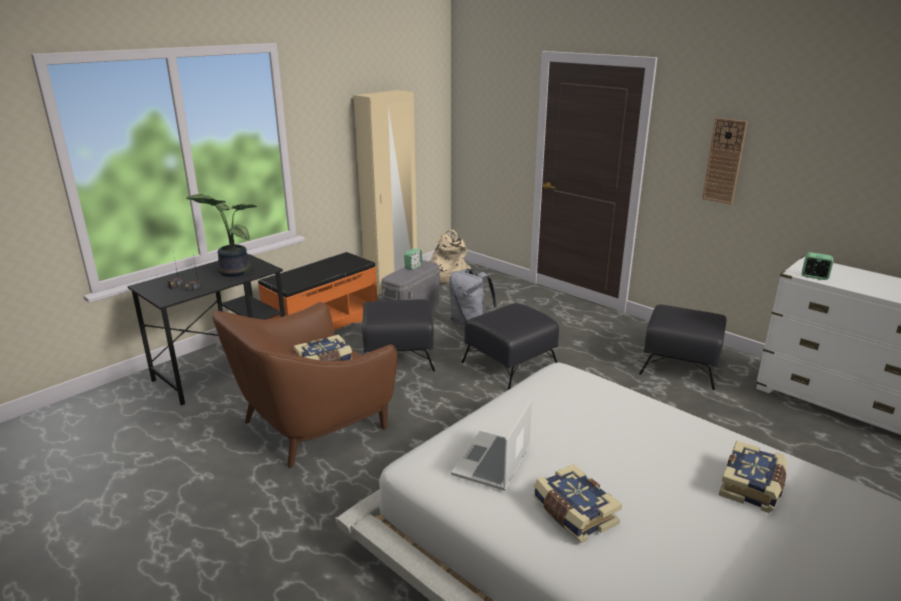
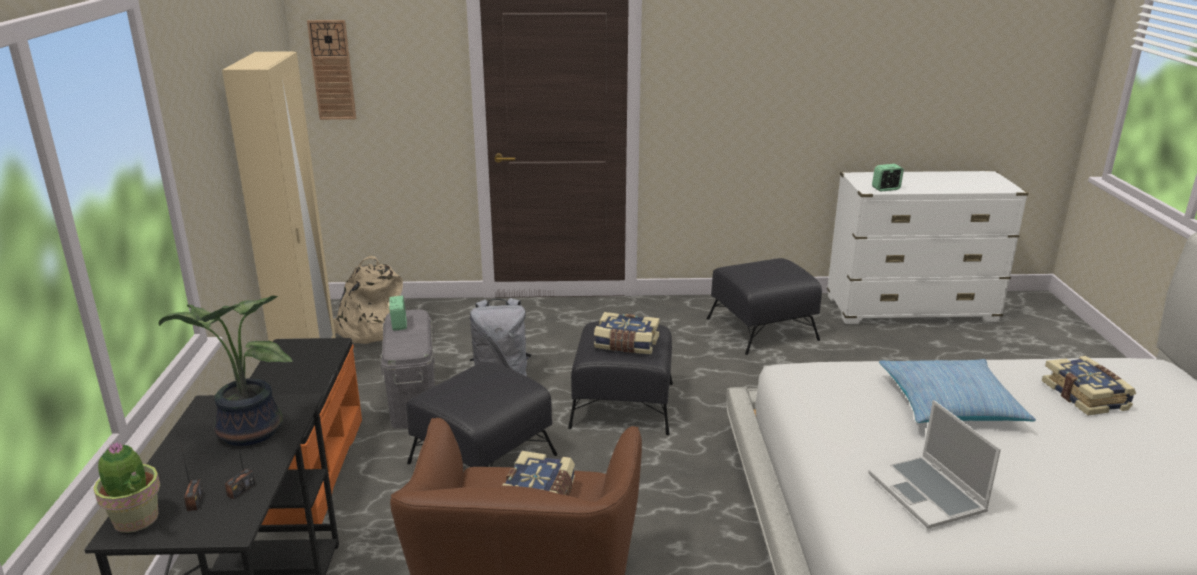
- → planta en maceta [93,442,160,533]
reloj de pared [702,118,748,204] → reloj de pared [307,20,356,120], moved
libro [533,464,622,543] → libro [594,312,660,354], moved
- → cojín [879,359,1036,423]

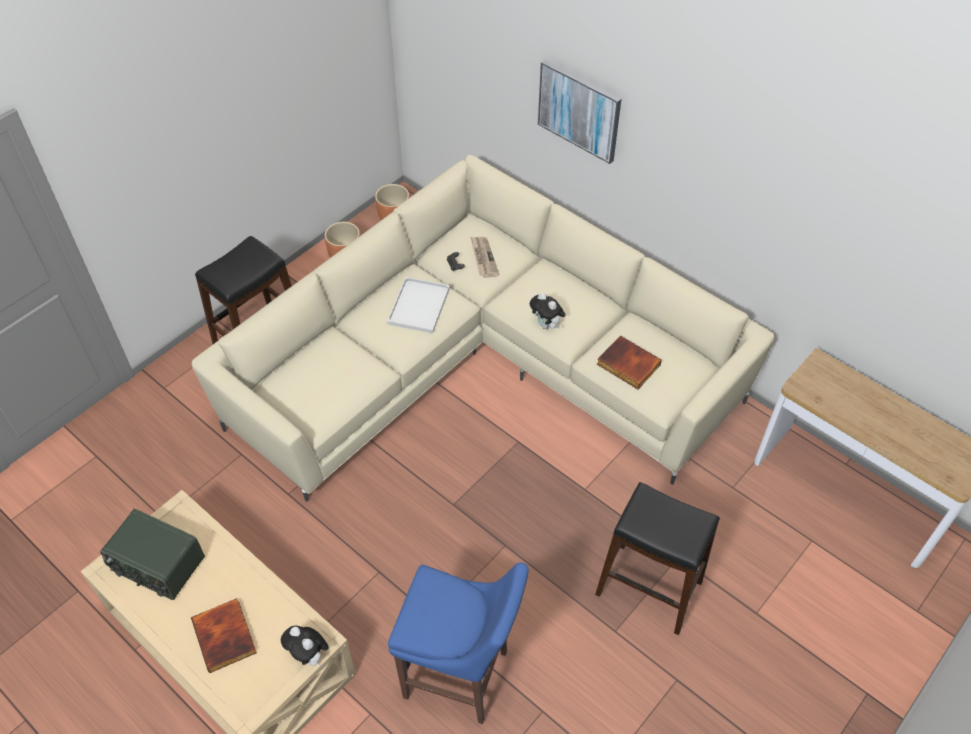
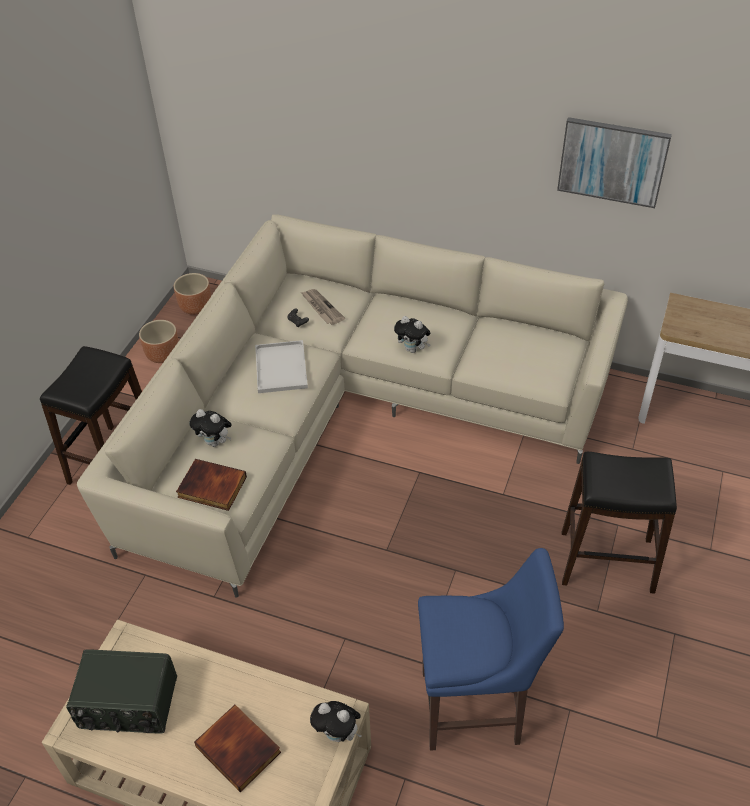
libro [597,335,662,389] → libro [176,459,247,511], moved
- → peluche [190,409,232,447]
cuadro [538,60,621,164] → cuadro [557,117,672,208], moved

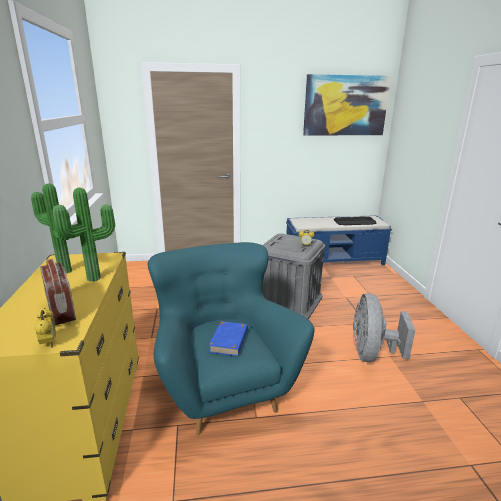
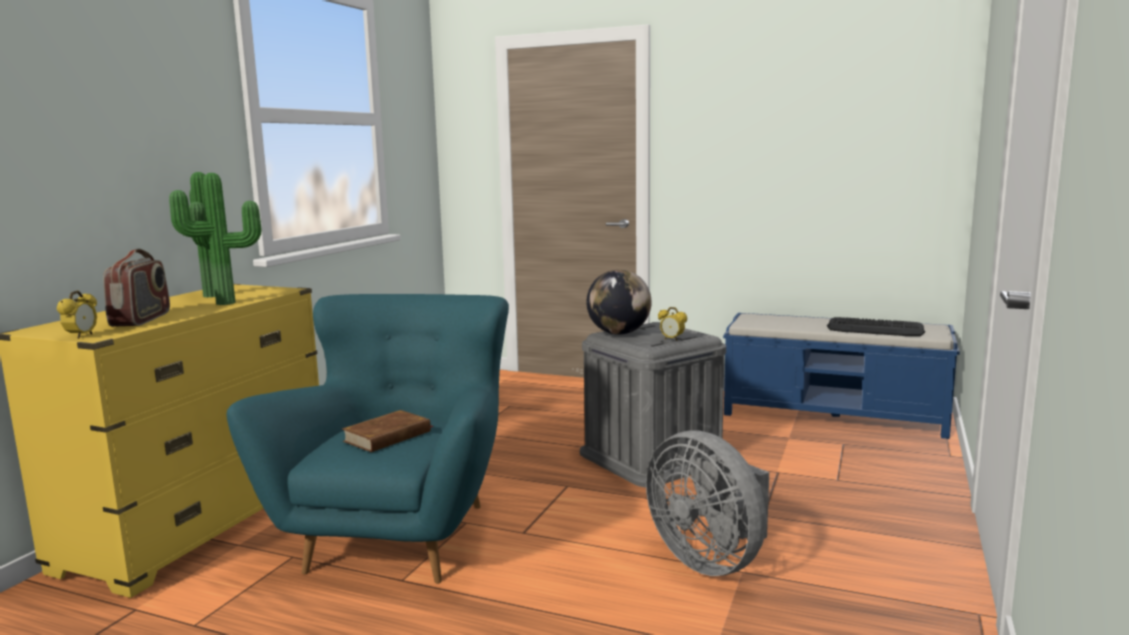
libro/azul [209,321,248,356] → libro/marrón [342,410,433,452]
- → globo terráqueo [586,270,651,335]
ventilador/gris [353,293,415,362] → ventilador/gris [646,430,769,576], 75 degrees counterclockwise
cuadro [303,74,391,135] → -

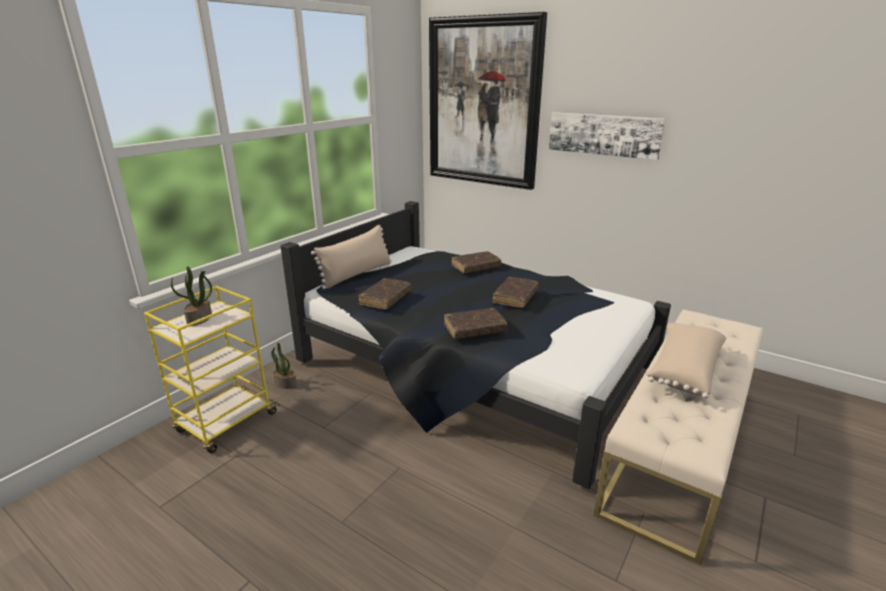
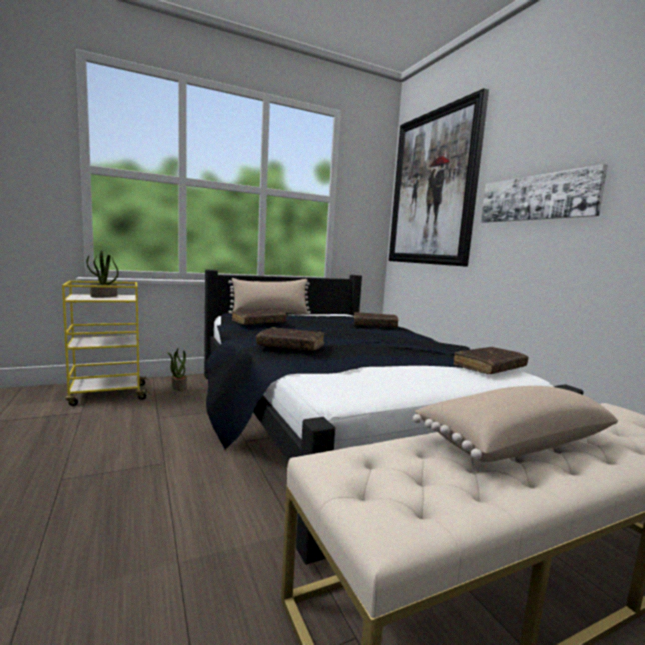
libro/marrón [493,277,539,308] → libro/marrón [454,347,529,374], moved

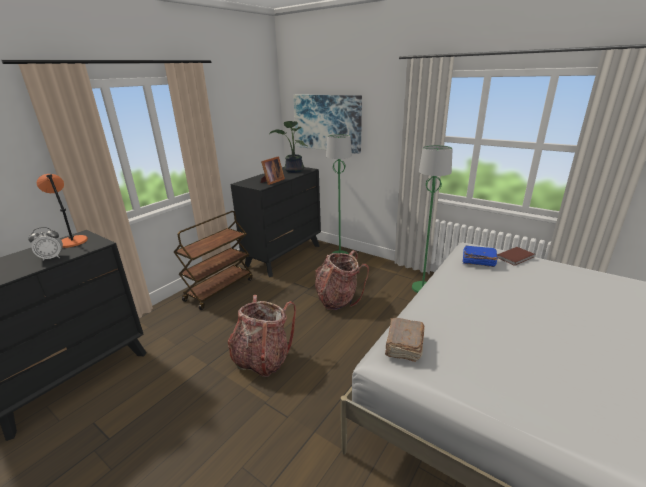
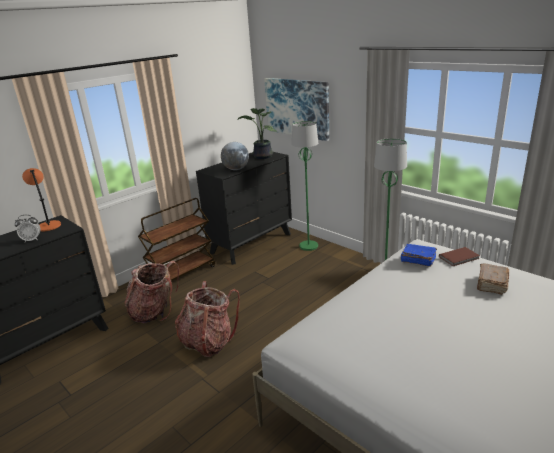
mochila [315,250,369,310] → mochila [124,261,179,323], moved
portarretratos [261,156,285,185] → globo terráqueo [221,142,249,170]
libro/marrón [385,318,425,362] → libro/marrón [477,264,509,295], moved

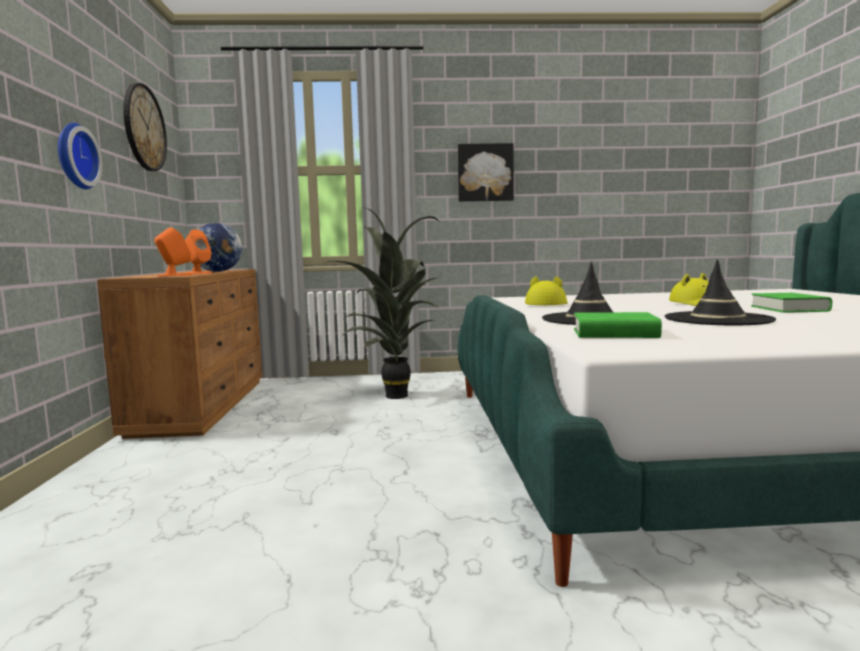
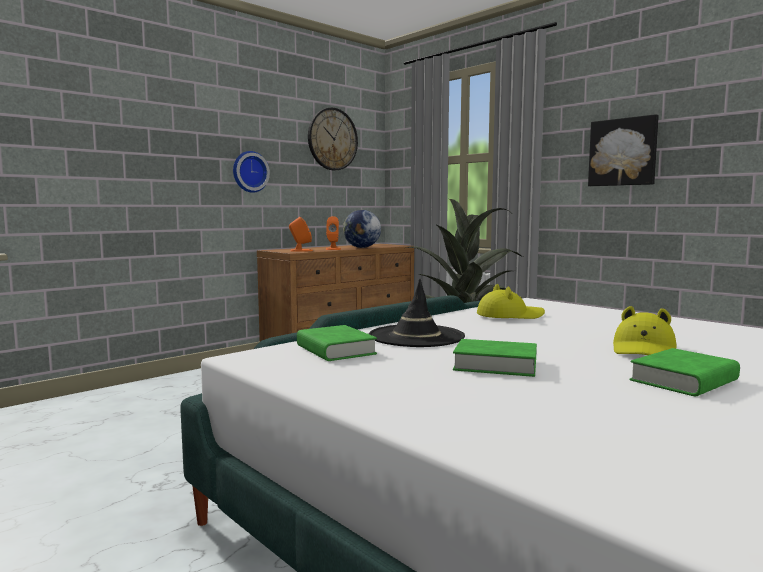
sombrero/negro [665,259,776,326] → libro/verde [453,339,537,377]

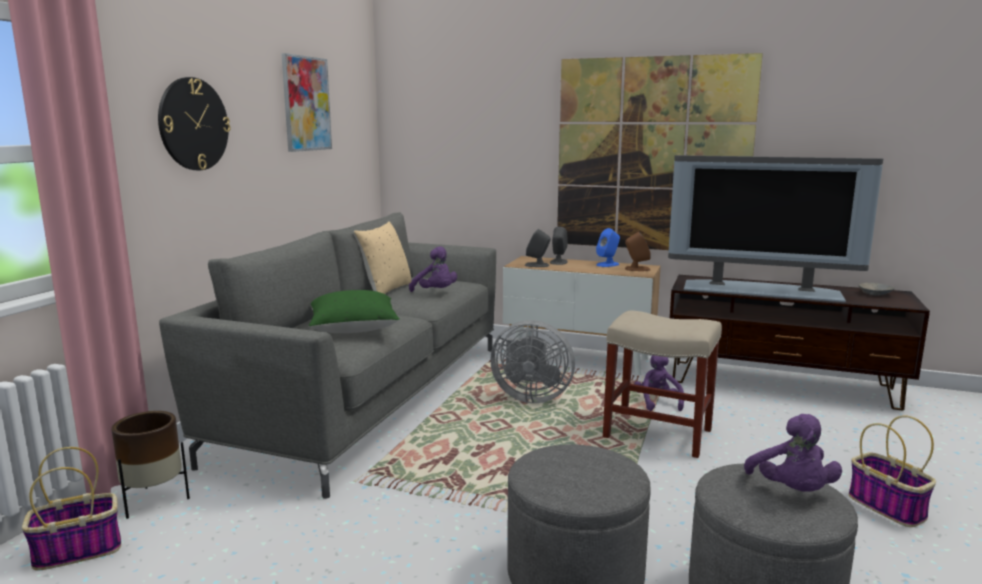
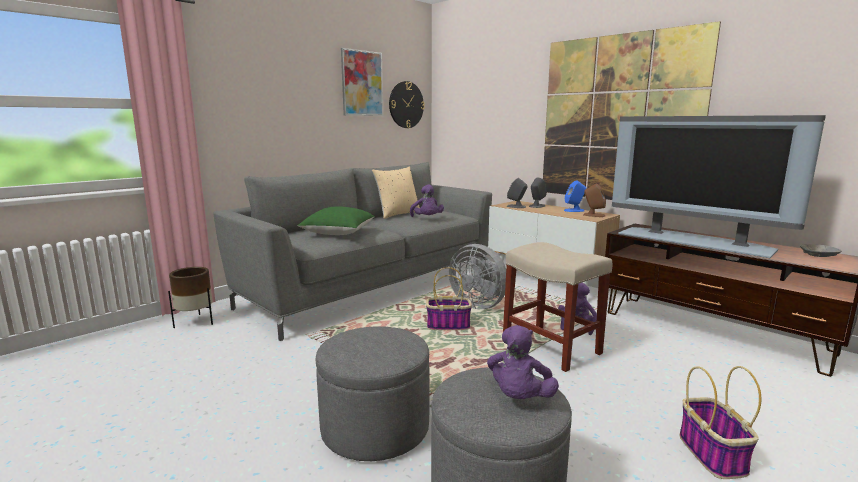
reloj de pared [158,77,230,170] → reloj de pared [389,81,425,128], moved
cesta [22,447,121,571] → cesta [426,267,472,330], moved

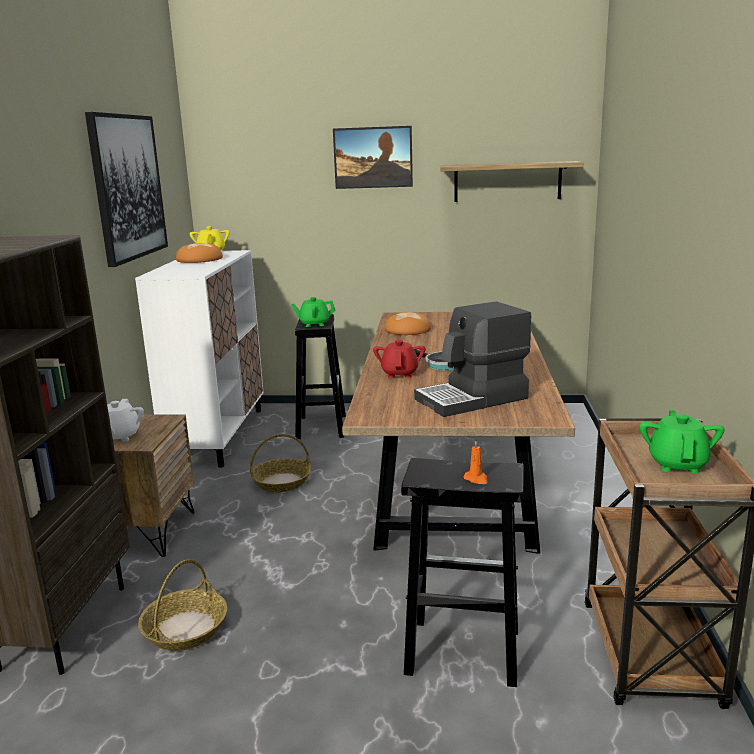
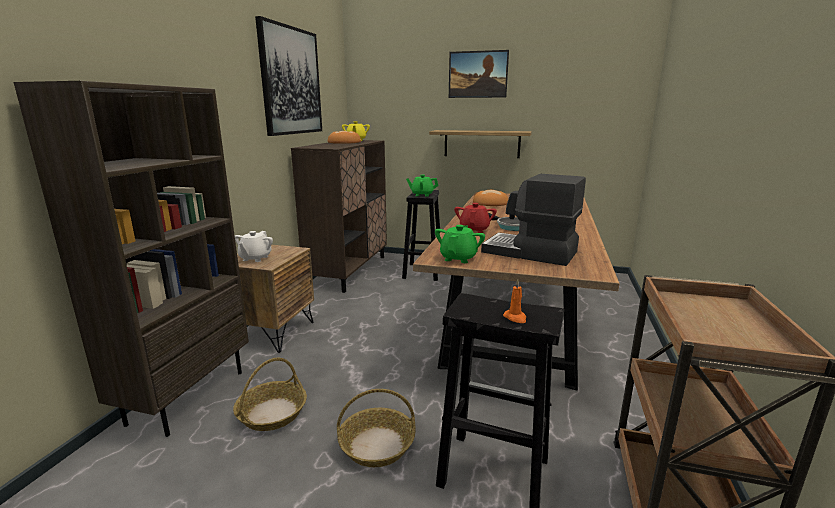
armario/blanco [135,250,264,468] → armario/marrón [291,140,387,293]
cesta [250,434,311,492] → cesta [337,389,416,467], moved
estante [441,161,583,202] → estante [429,130,532,158], moved
tetera/verde [639,410,724,473] → tetera/verde [435,225,485,263], moved
cafetera [414,301,531,417] → cafetera [481,174,586,266], 45 degrees clockwise

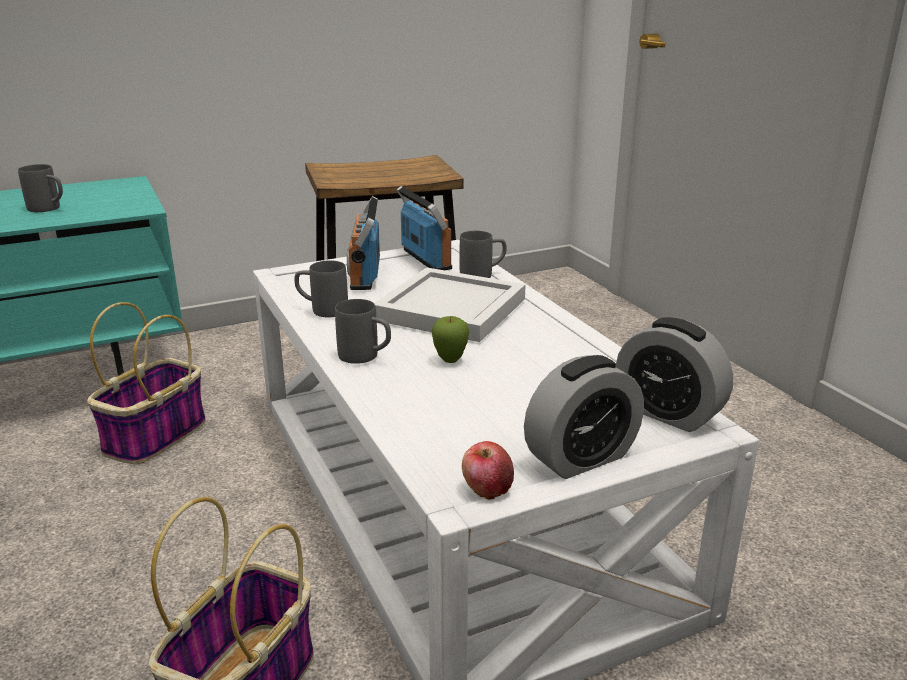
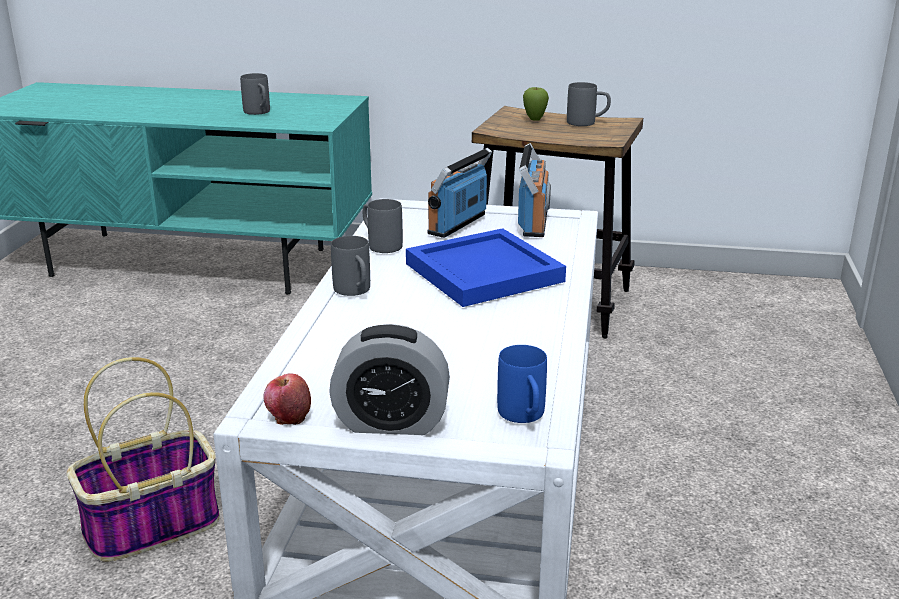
bandeja/blanco [374,267,526,342] → bandeja/azul [406,228,566,307]
despertador [616,317,733,432] → taza grande/azul [497,345,547,423]
manzana [432,316,469,363] → manzana [523,86,549,121], moved
taza grande/gris [459,231,507,278] → taza grande/gris [567,82,611,126], moved
cesta [87,302,206,464] → -

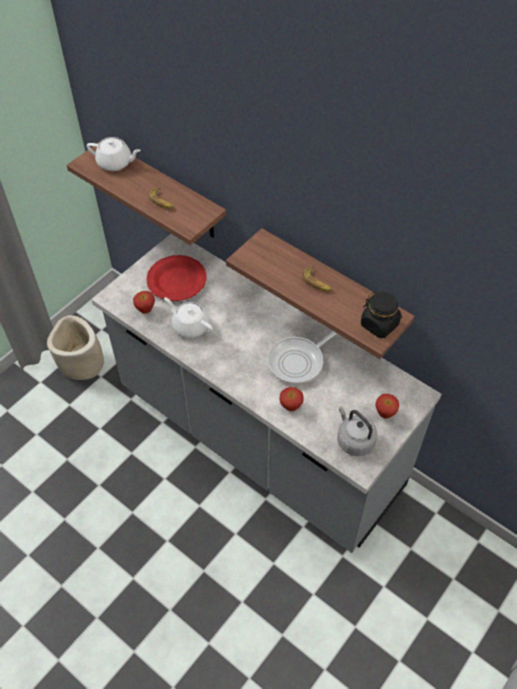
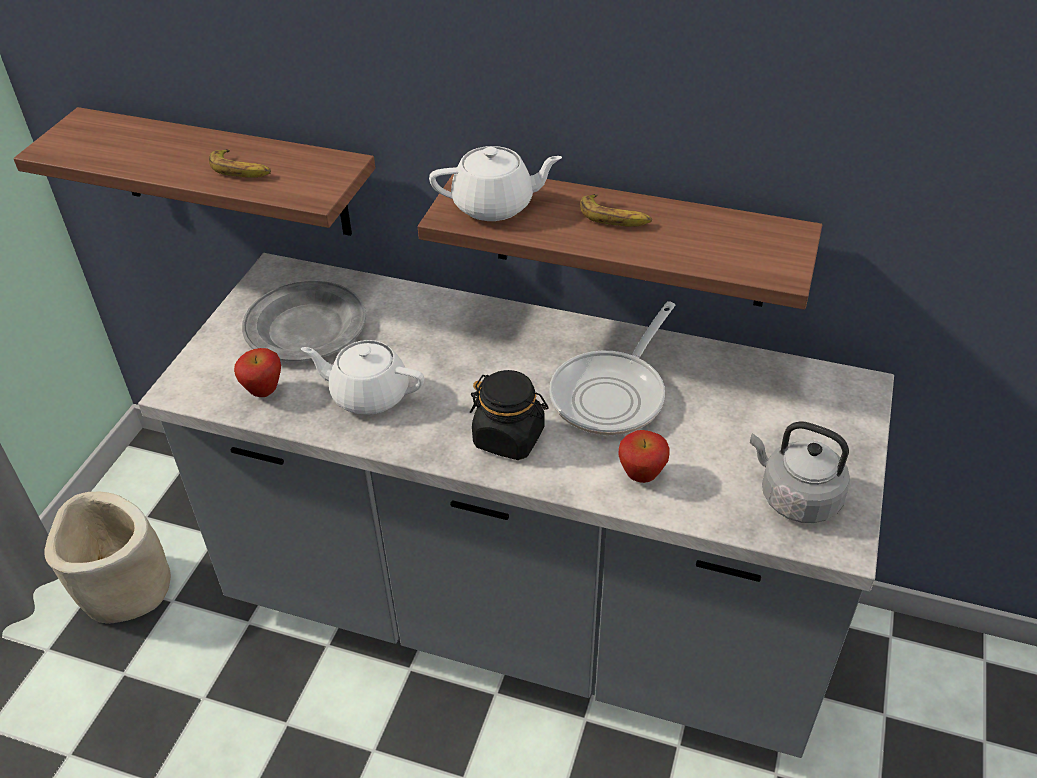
plato/rojo [146,255,207,301] → plato/gris [242,281,366,362]
tetera/blanco [87,137,141,171] → tetera/blanco [429,146,562,221], moved
tarro/negro [361,291,402,338] → tarro/negro [470,370,548,460], moved
manzana [375,394,399,419] → -

